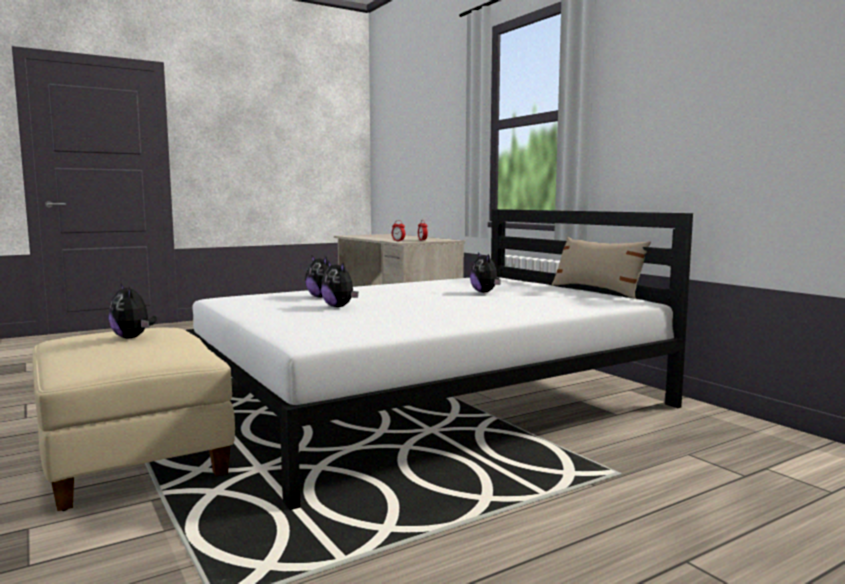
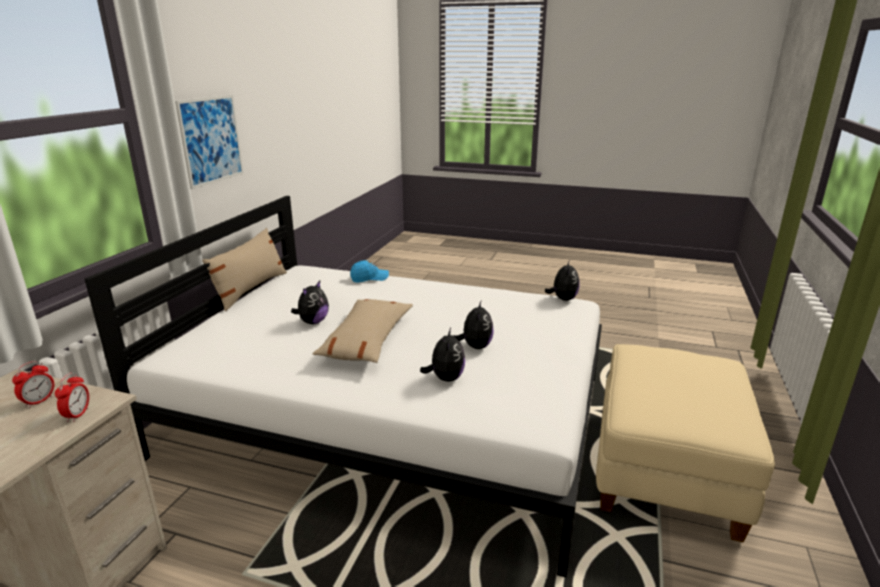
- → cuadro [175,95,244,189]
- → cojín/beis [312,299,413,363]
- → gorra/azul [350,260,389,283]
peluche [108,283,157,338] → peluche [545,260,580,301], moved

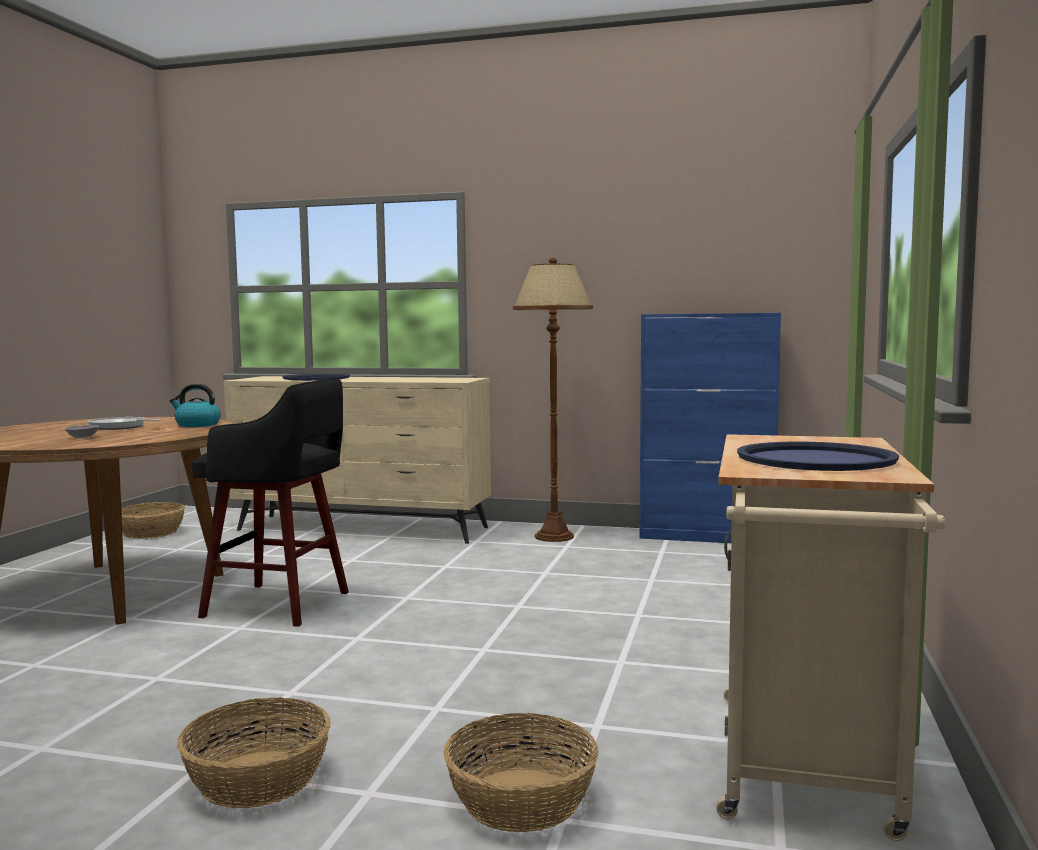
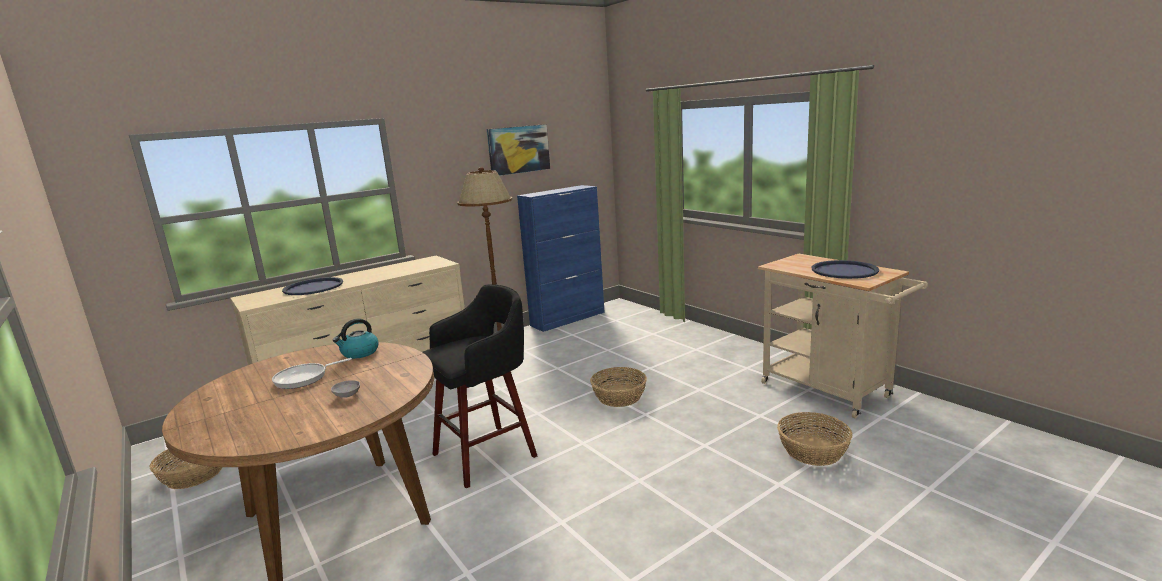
- → cuadro [487,124,550,176]
cesta [177,698,331,808] → cesta [590,367,647,407], moved

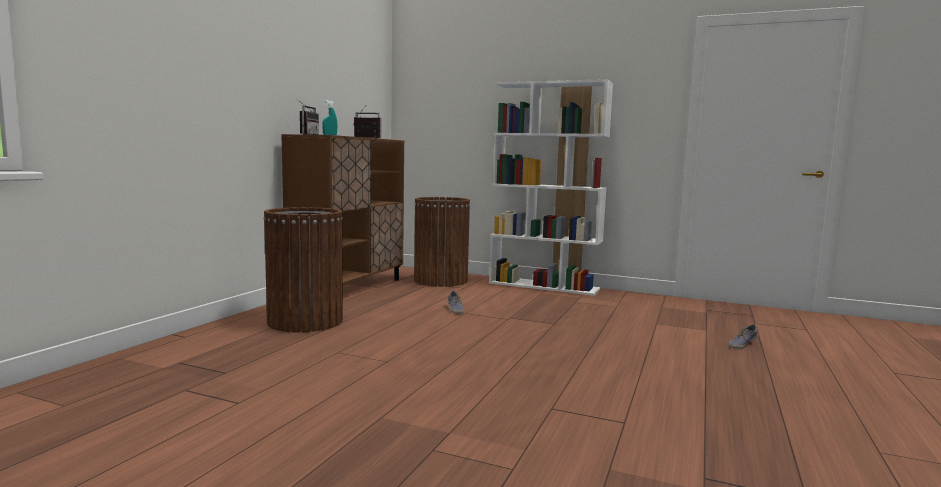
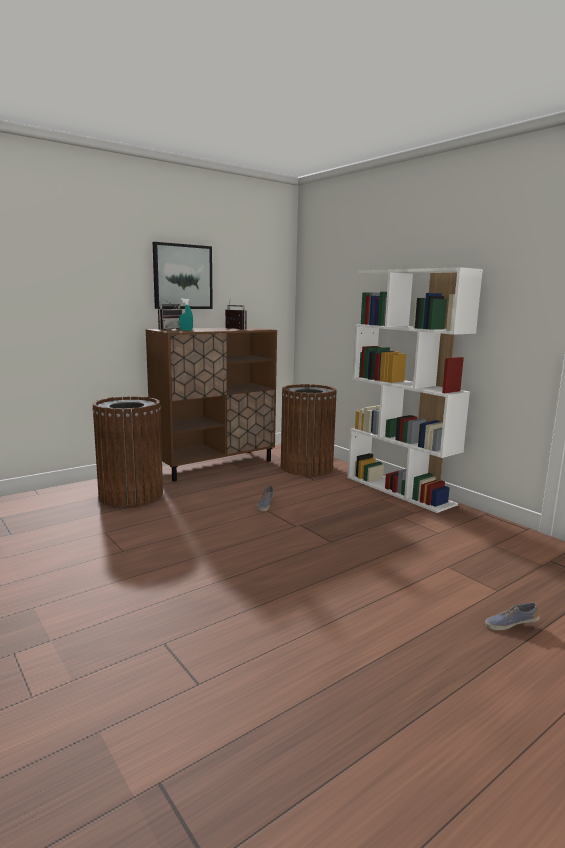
- → cuadro [153,242,213,309]

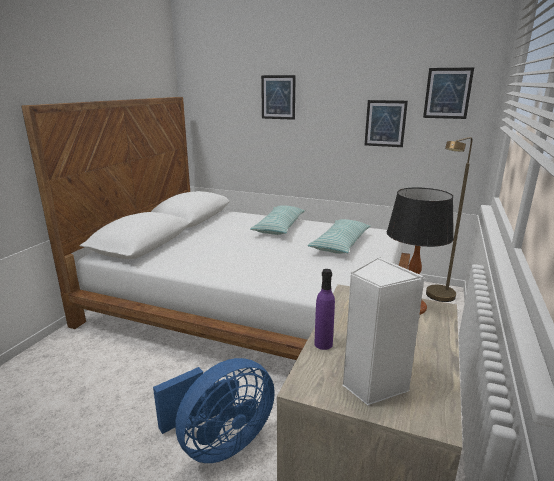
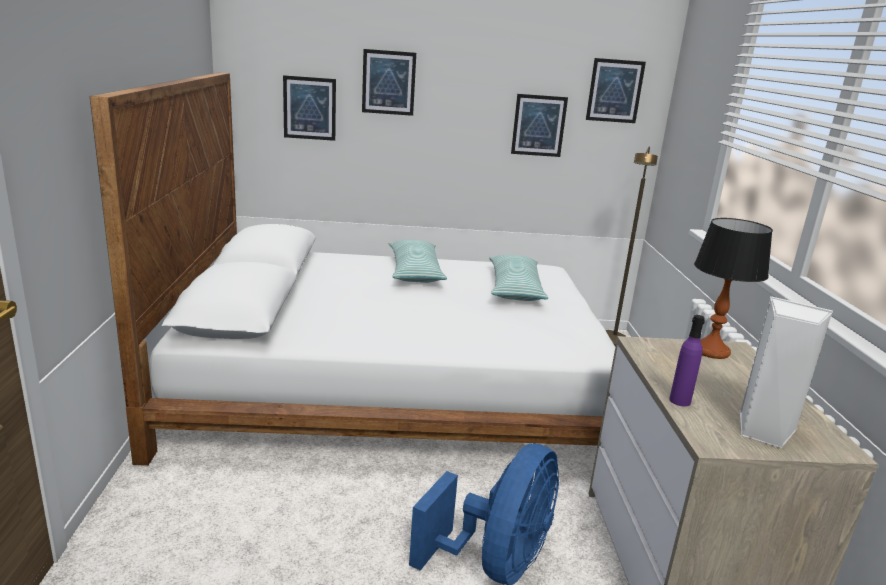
- → cuadro [283,75,336,141]

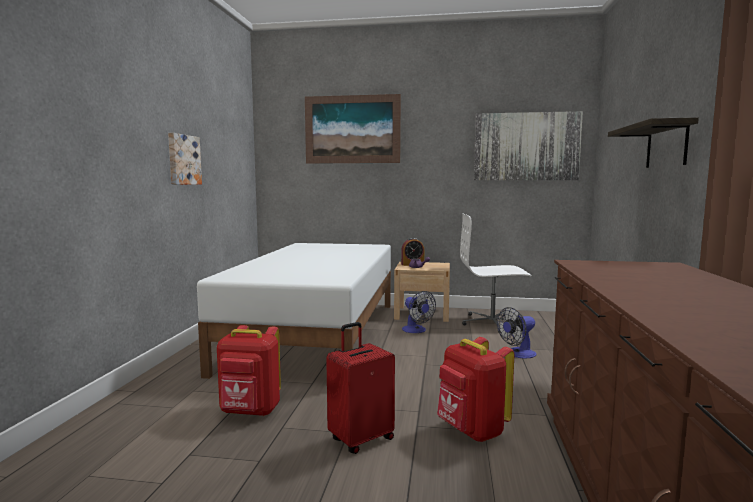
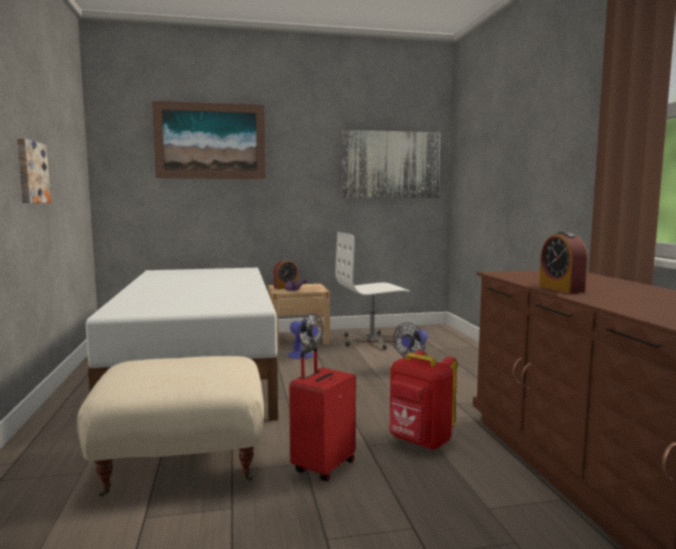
mochila/rojo [217,325,281,416] → puf/beis [77,356,264,496]
- → despertador [539,232,588,293]
estante [608,117,699,168] → -

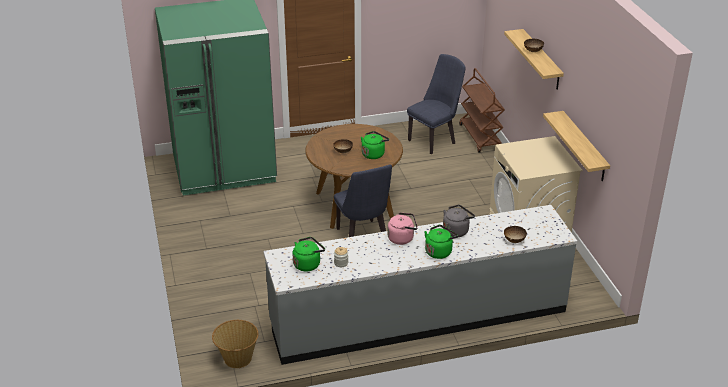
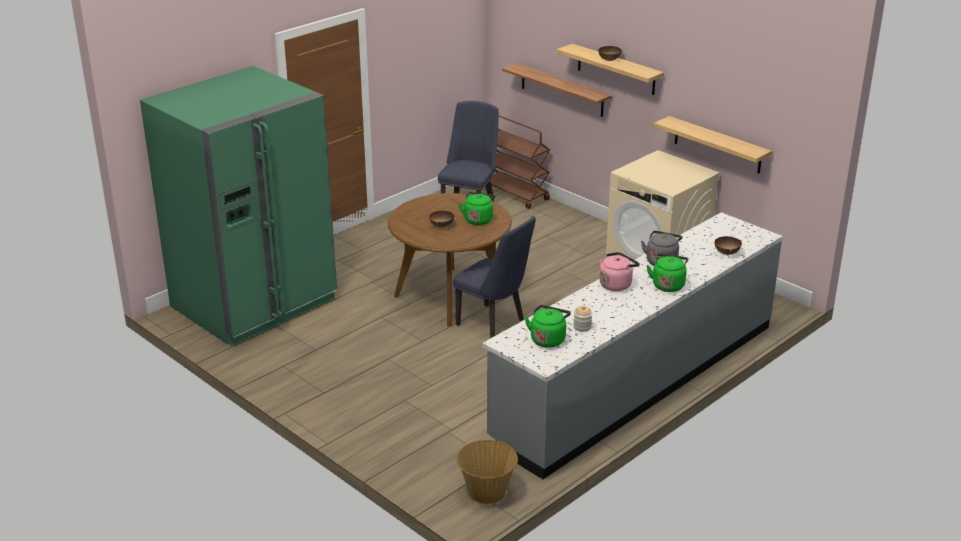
- → estante [502,63,611,117]

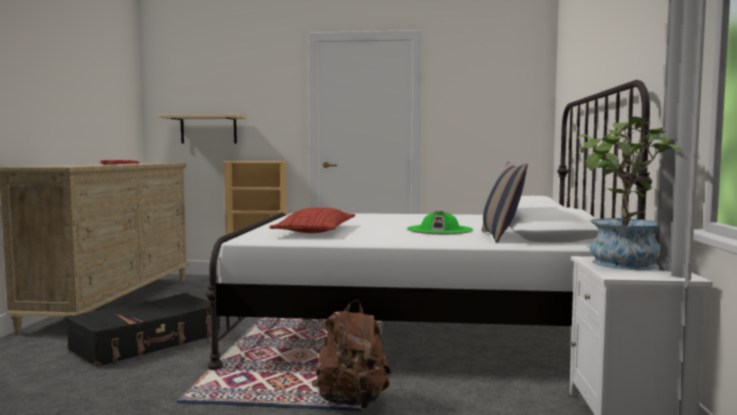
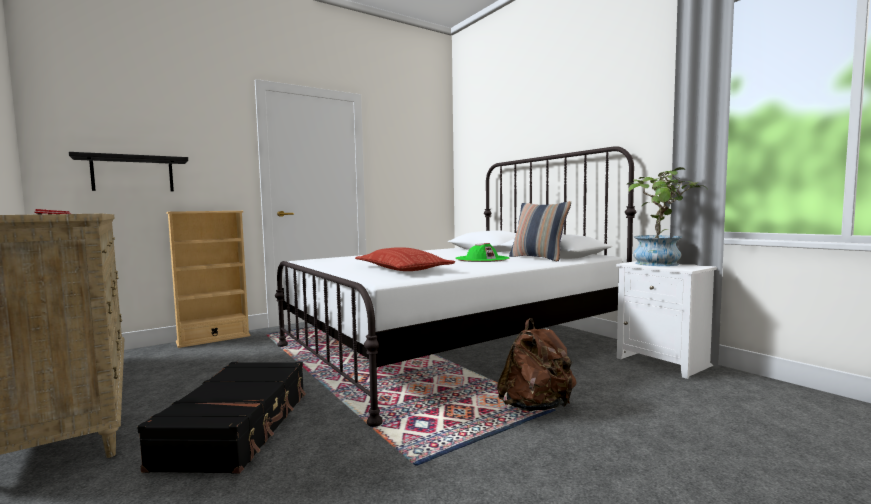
estante/beis [158,114,246,143] → estante/negro [69,152,188,191]

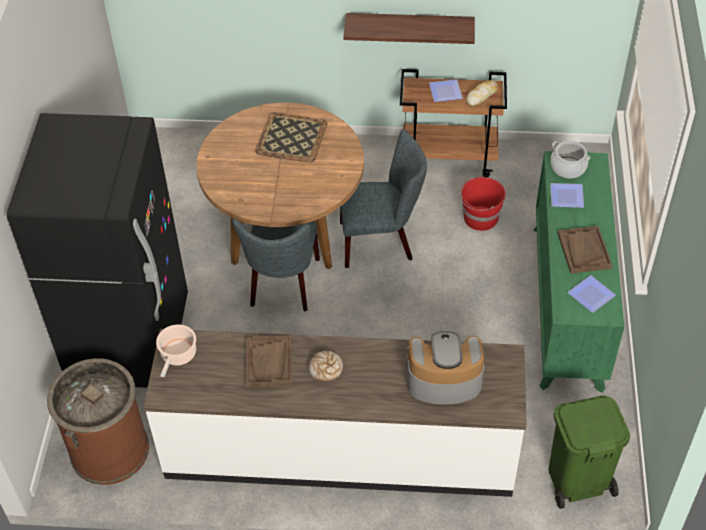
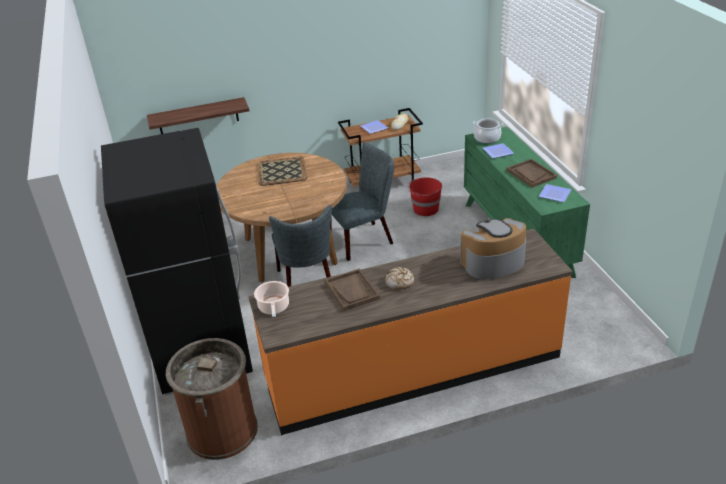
estante [343,13,475,44] → estante [147,97,249,134], moved
mueble bajo de cocina/blanco [143,329,527,497] → mueble bajo de cocina/naranja [248,229,573,435]
papelera/verde [548,396,630,509] → -

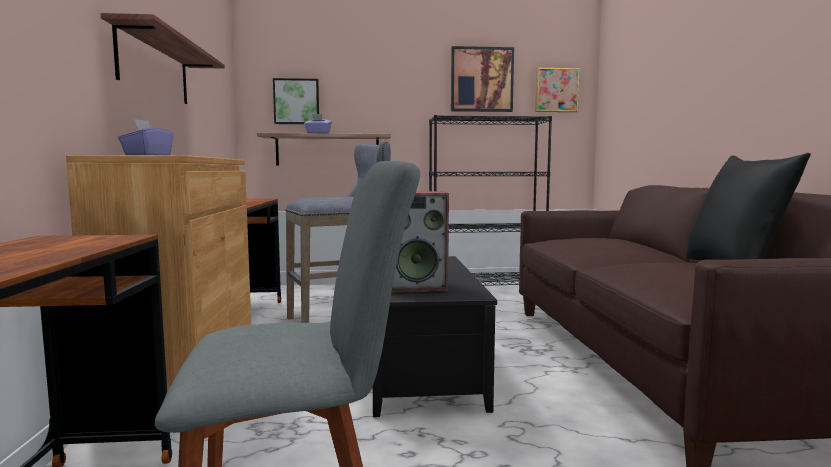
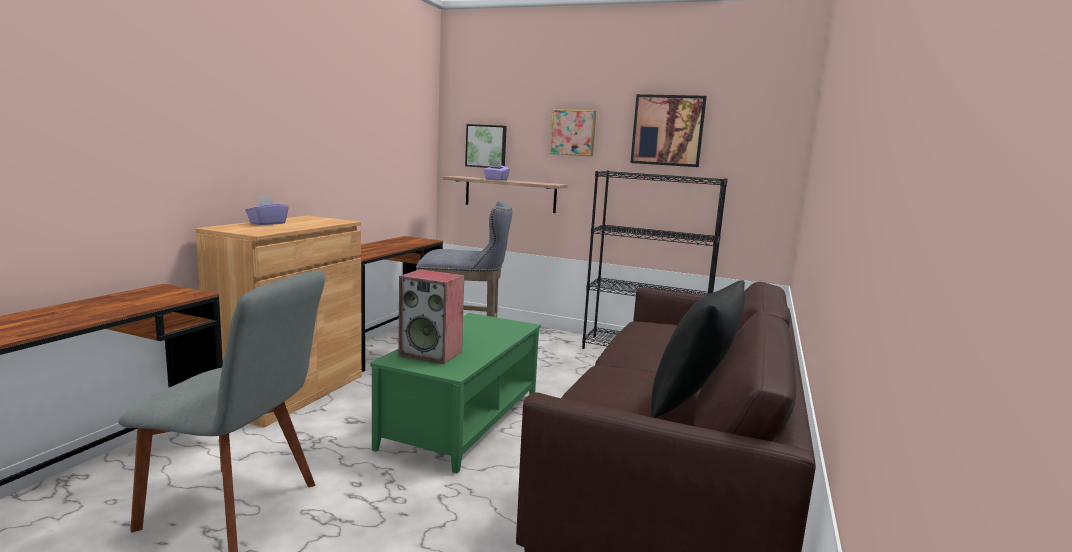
mesa de centro/negro [373,256,497,417] → mesa de centro/verde [370,313,541,474]
cuadro [535,67,580,112] → cuadro [550,109,596,157], moved
estante [101,13,225,104] → -

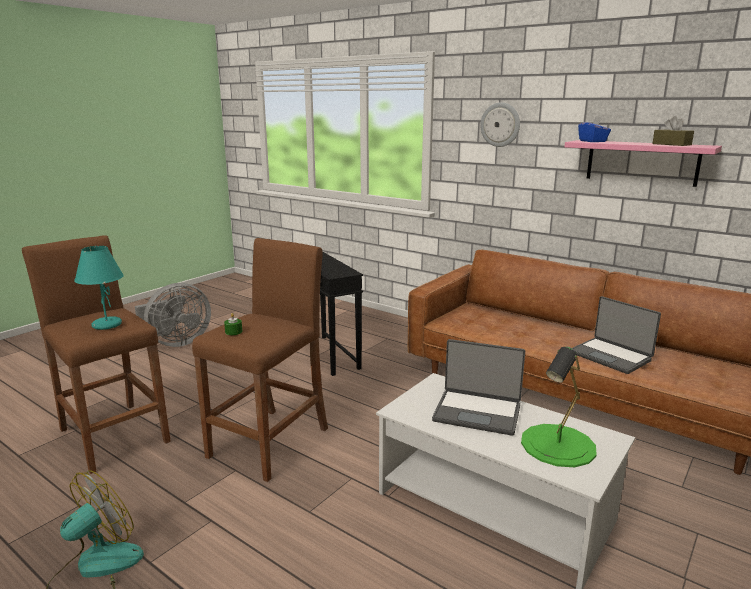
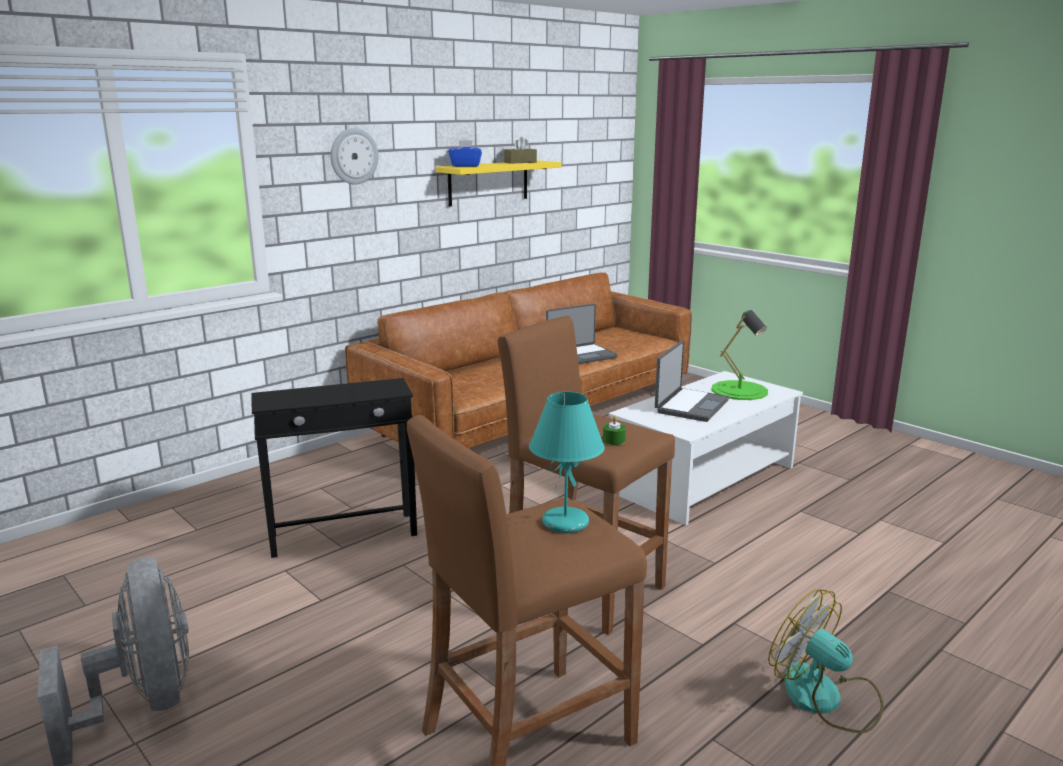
estante/rosa [564,140,722,187] → estante/amarillo [436,160,561,207]

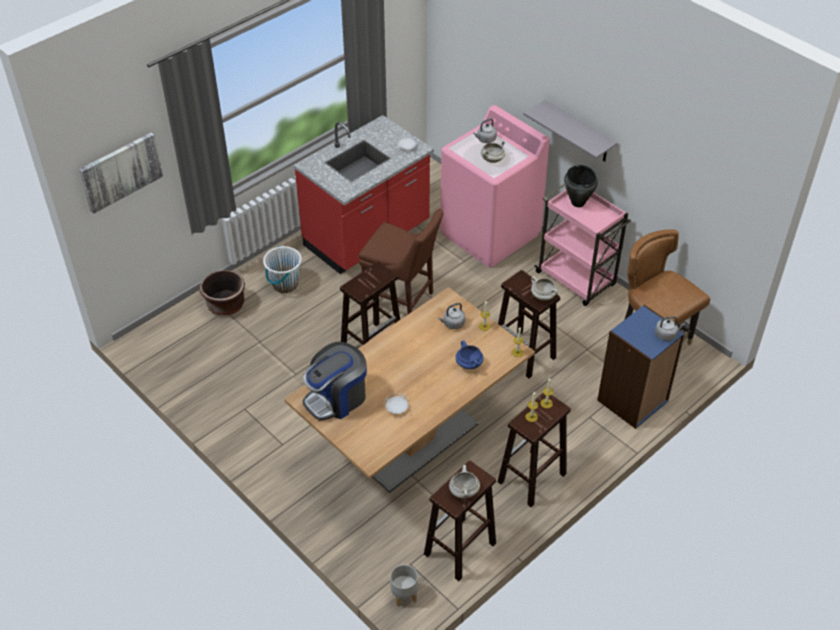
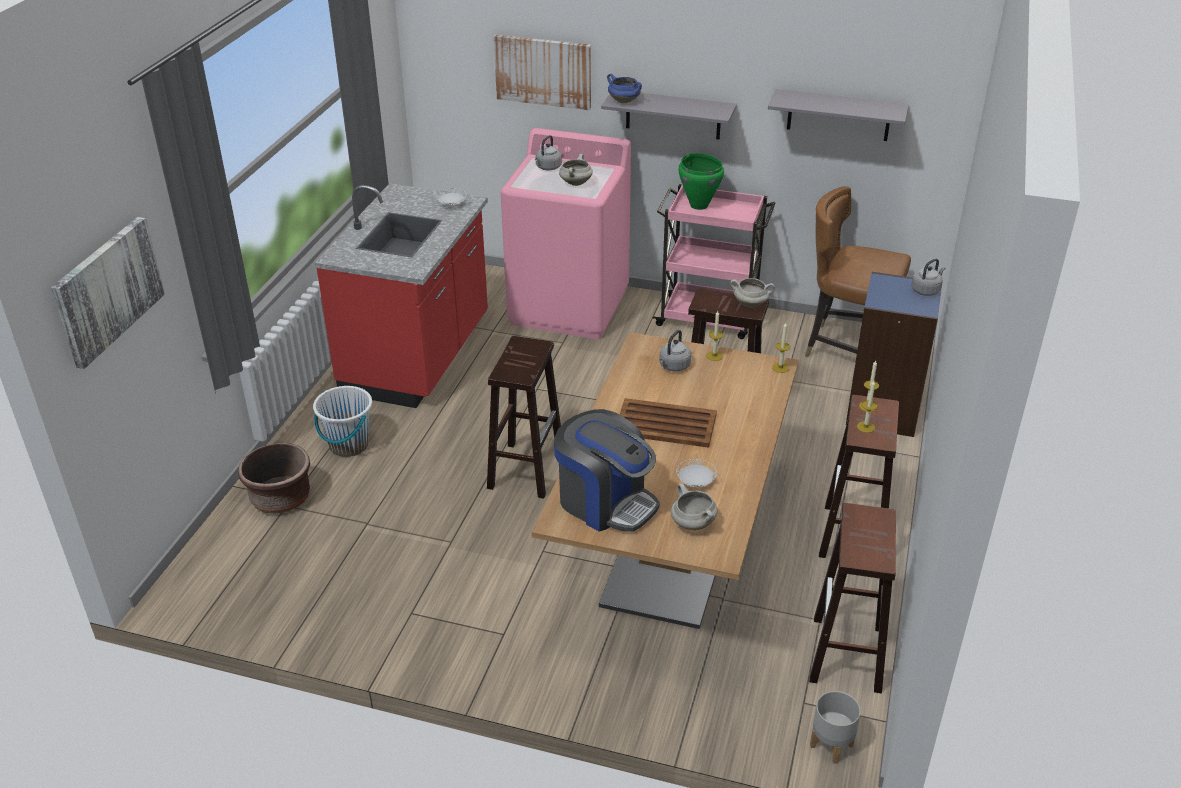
- → cuadro [494,34,591,110]
cafetera [303,342,367,421] → cafetera [554,409,660,532], 75 degrees counterclockwise
olla/azul [456,341,483,370] → olla/azul [607,74,642,103], moved
- → bandeja/marrón [620,398,717,448]
olla/blanco [449,465,480,499] → olla/blanco [671,484,718,530], moved
olla/negro [564,165,598,207] → olla/verde [679,153,724,210]
- → estante/gris [768,89,909,141]
silla/marrón [359,209,444,314] → -

